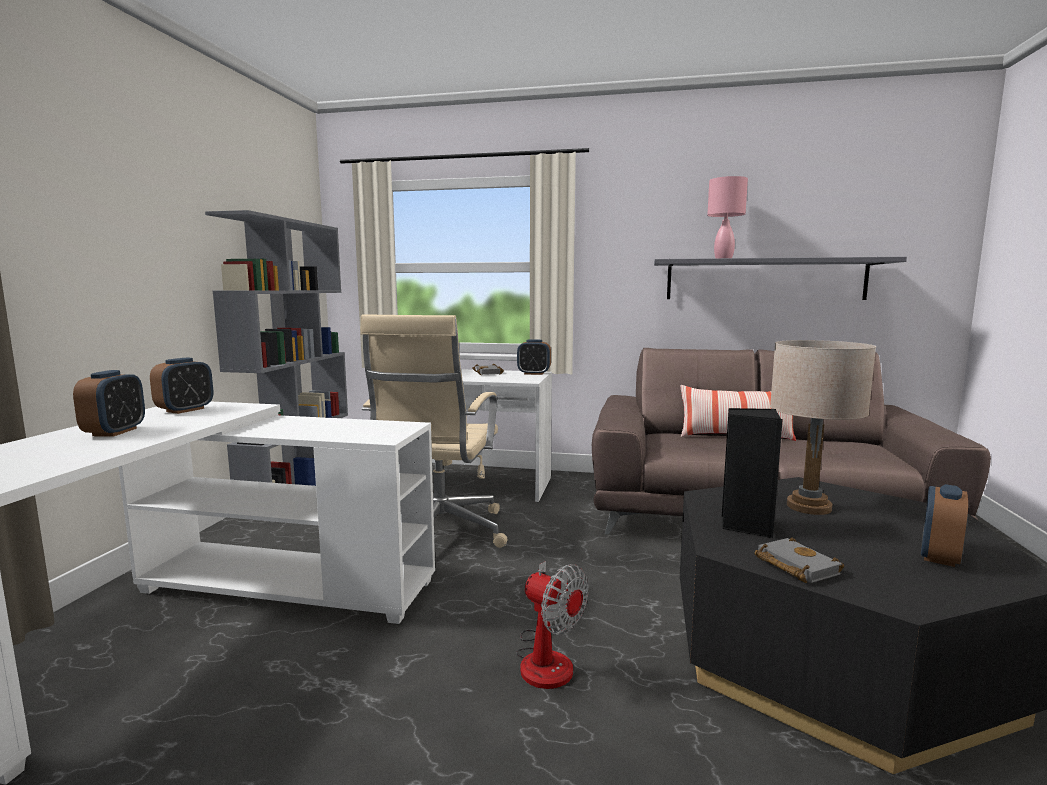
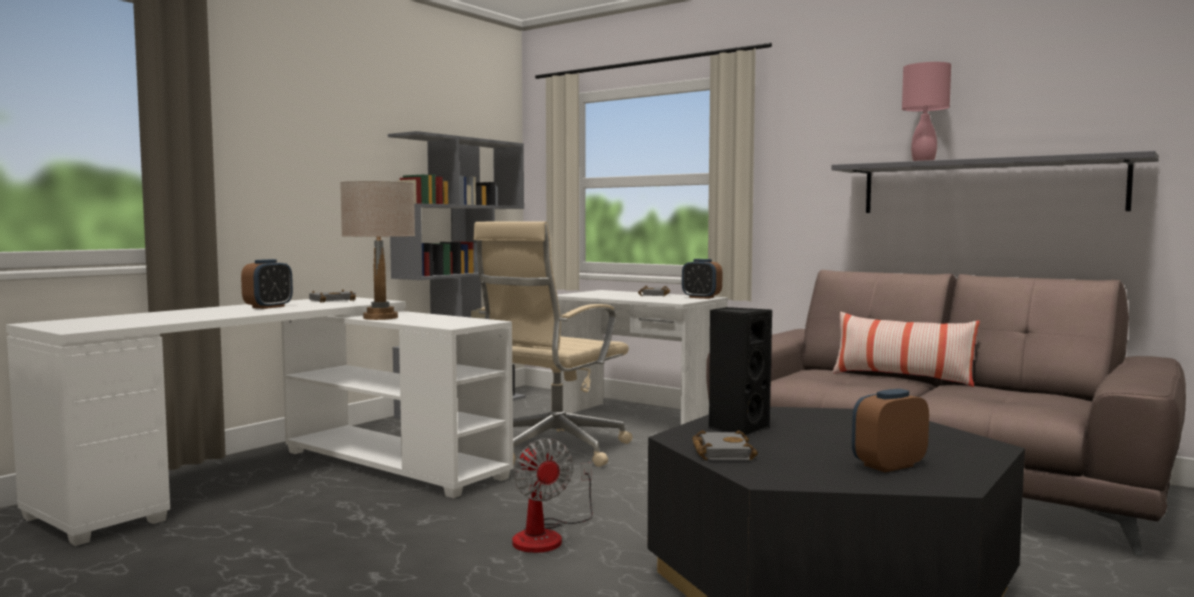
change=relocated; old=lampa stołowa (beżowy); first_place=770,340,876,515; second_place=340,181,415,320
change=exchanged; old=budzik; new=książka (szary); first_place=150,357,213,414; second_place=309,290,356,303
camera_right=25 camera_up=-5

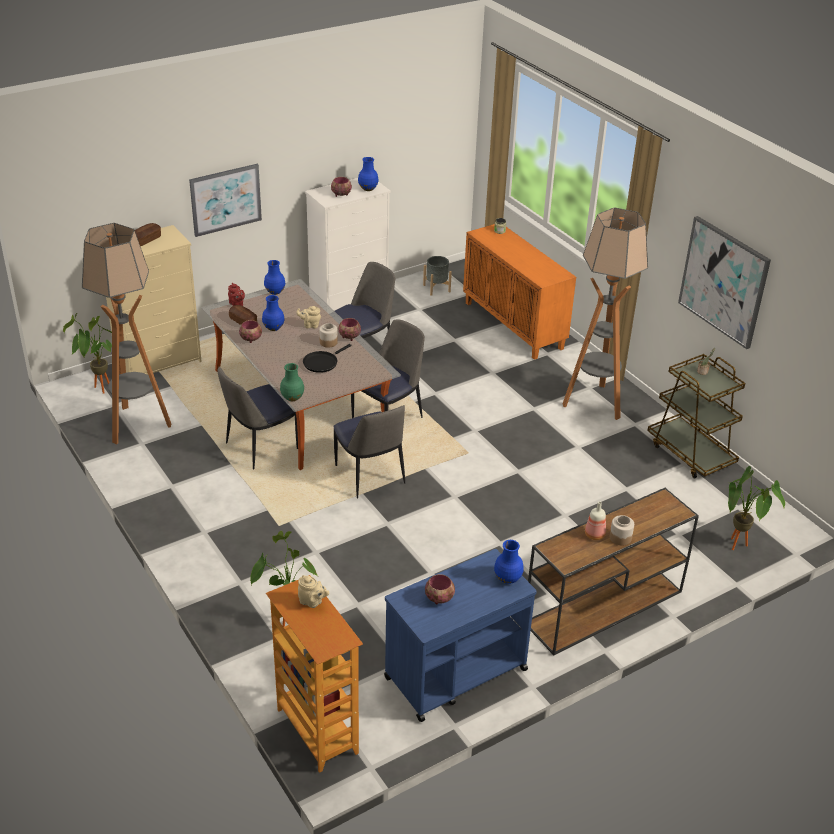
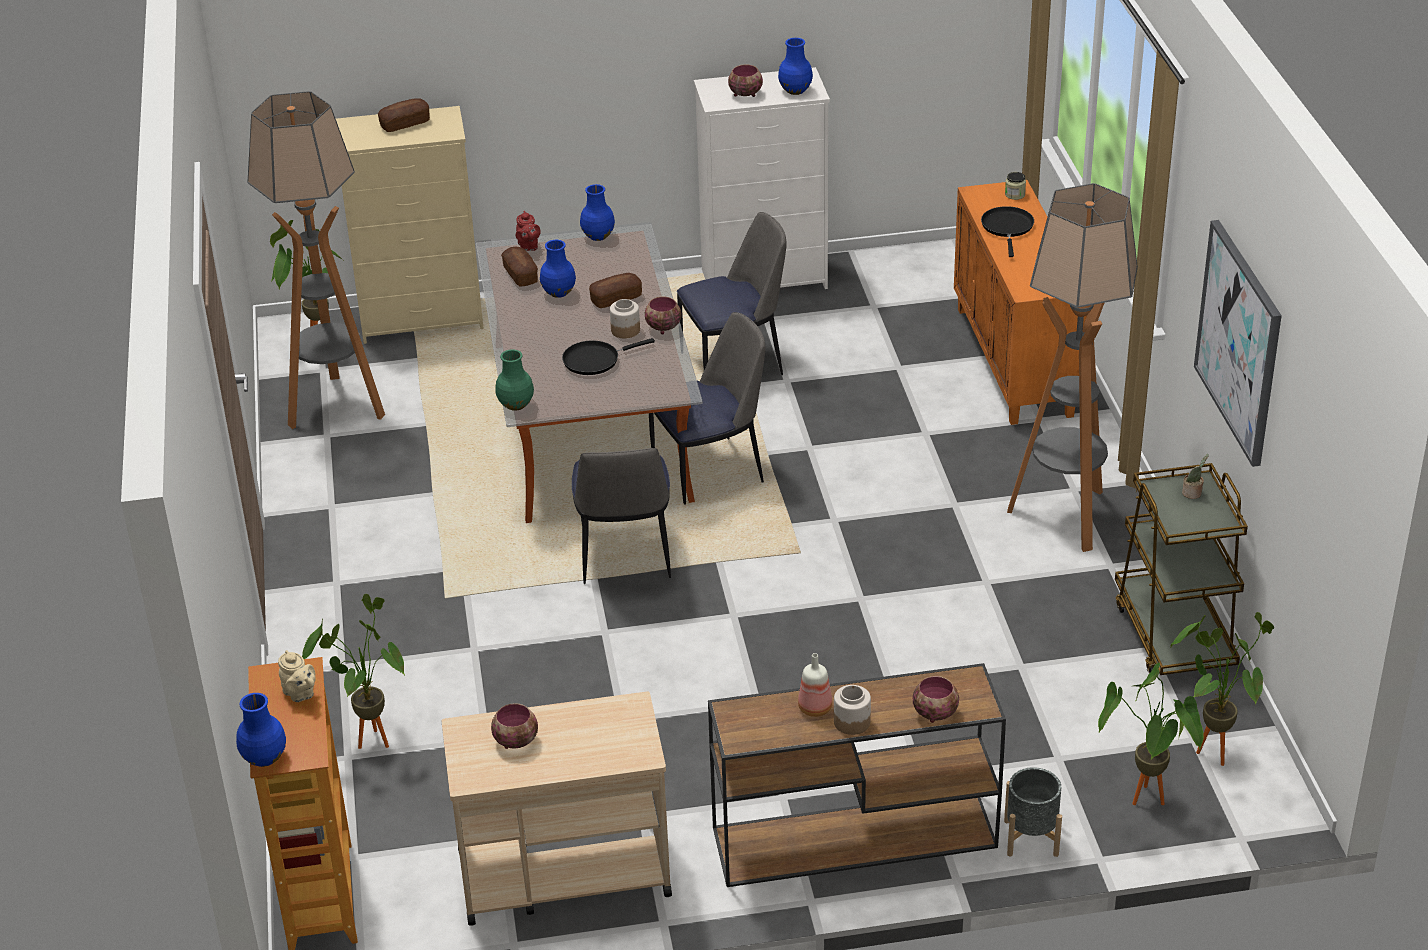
change=missing; old=obraz; first_place=189,164,262,237
change=missing; old=krzesło; first_place=217,367,298,469
change=appeared; new=patelnia (czarny); second_place=981,206,1034,257
change=appeared; new=roślina doniczkowa; second_place=1170,612,1274,766
change=relocated; old=miska; first_place=239,320,262,343; second_place=913,676,959,723
change=relocated; old=donica (szary); first_place=423,256,452,296; second_place=1004,767,1062,857
change=relocated; old=wazon (niebieski); first_place=494,540,523,584; second_place=236,693,286,767
change=exchanged; old=imbryk (beżowy); new=chleb; first_place=296,306,321,329; second_place=589,273,642,308
change=colour; old=wózek (niebieski); new=wózek (beżowy); first_place=384,549,537,722; second_place=442,692,672,926
camera_right=25 camera_up=0

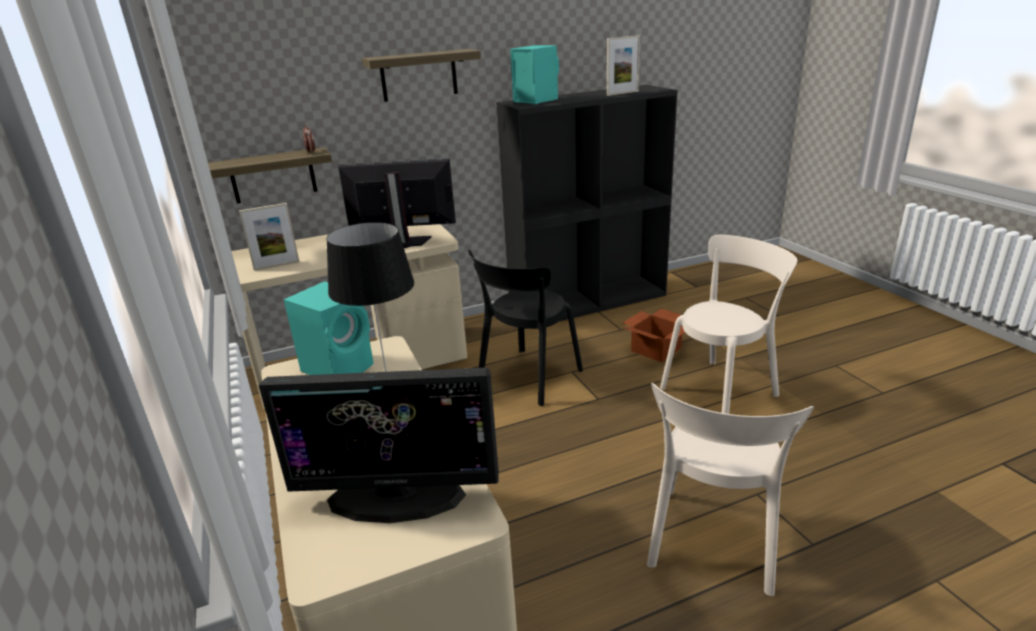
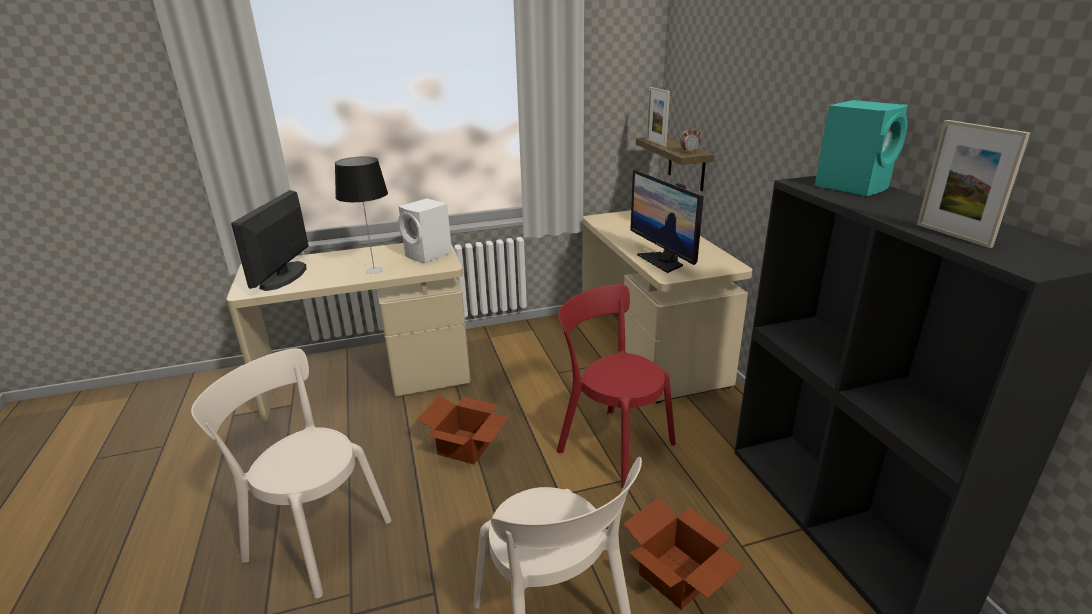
change=missing; old=półka; first_place=362,49,481,102
change=appeared; new=karton; second_place=417,395,509,464
change=relocated; old=ramka na zdjęcie; first_place=239,203,299,271; second_place=647,87,670,147
change=colour; old=głośnik (turkusowy); new=głośnik (biały); first_place=284,281,374,375; second_place=398,198,452,263
change=colour; old=krzesło (czarny); new=krzesło (czerwony); first_place=468,250,583,406; second_place=557,284,676,489
change=spun; old=monitor; first_place=338,158,456,248; second_place=630,169,704,273; degrees=150
camera_right=95 camera_up=0

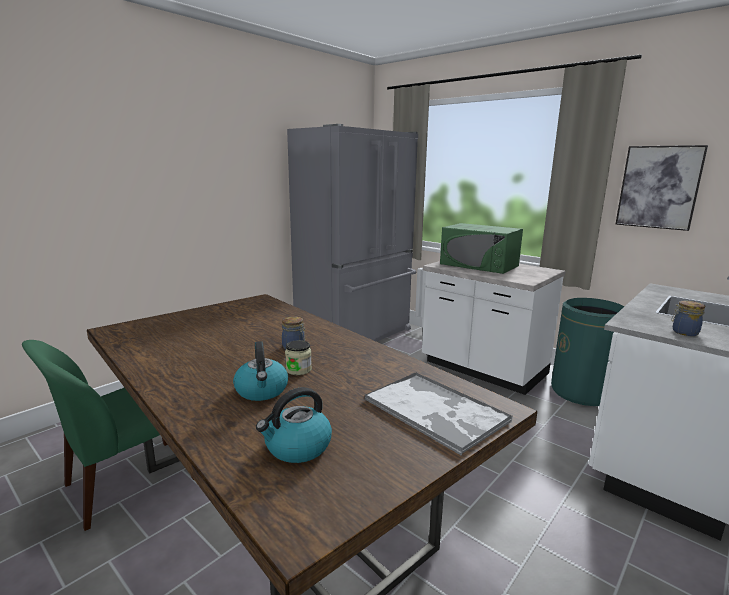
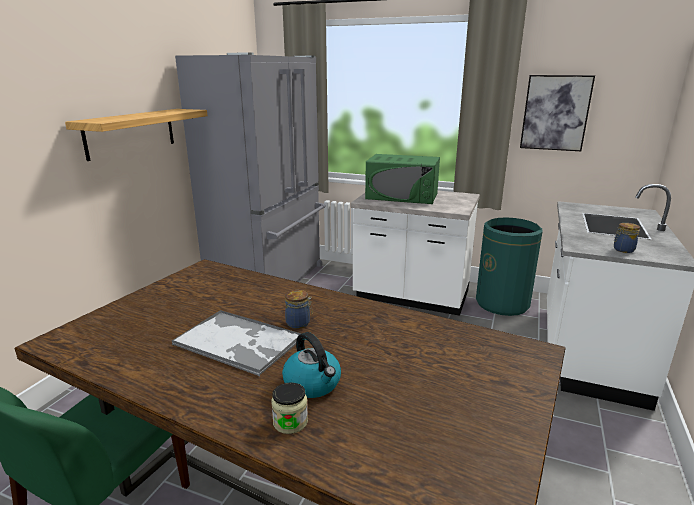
change=missing; old=czajnik; first_place=256,387,332,463
change=appeared; new=półka; second_place=65,109,207,161
change=relocated; old=słoik; first_place=285,340,312,375; second_place=272,382,308,434
change=relocated; old=taca; first_place=364,372,513,456; second_place=172,310,301,376
camera_right=-20 camera_up=5

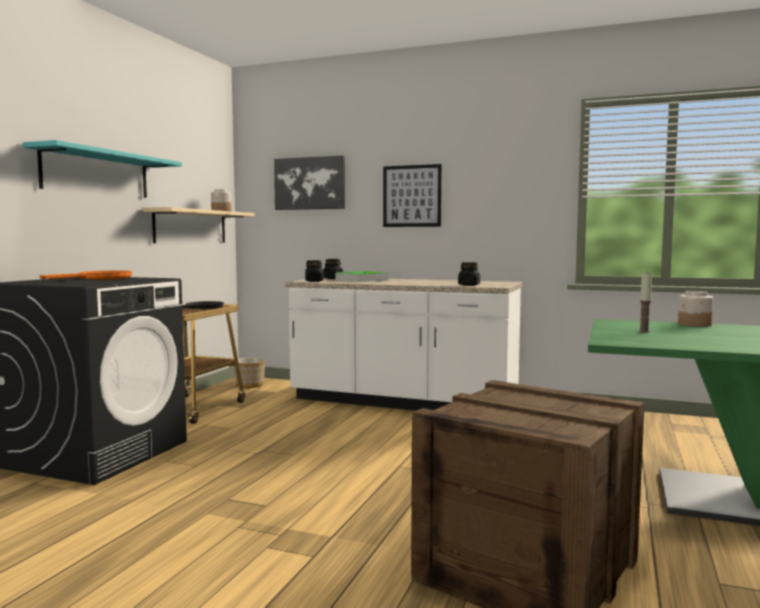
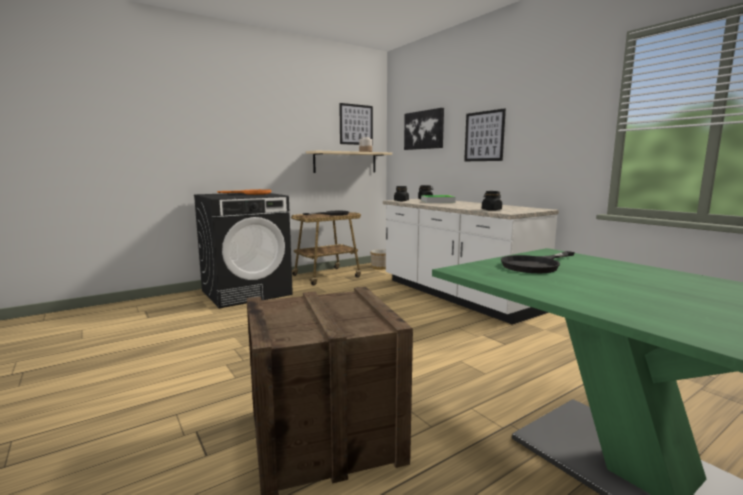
change=missing; old=półka (turkusowy); first_place=23,140,182,198
change=missing; old=słoik; first_place=678,291,713,327
change=appeared; new=obraz; second_place=339,103,373,145
change=exchanged; old=świeca; new=patelnia (czarny); first_place=639,273,652,333; second_place=501,251,575,273
camera_right=35 camera_up=5

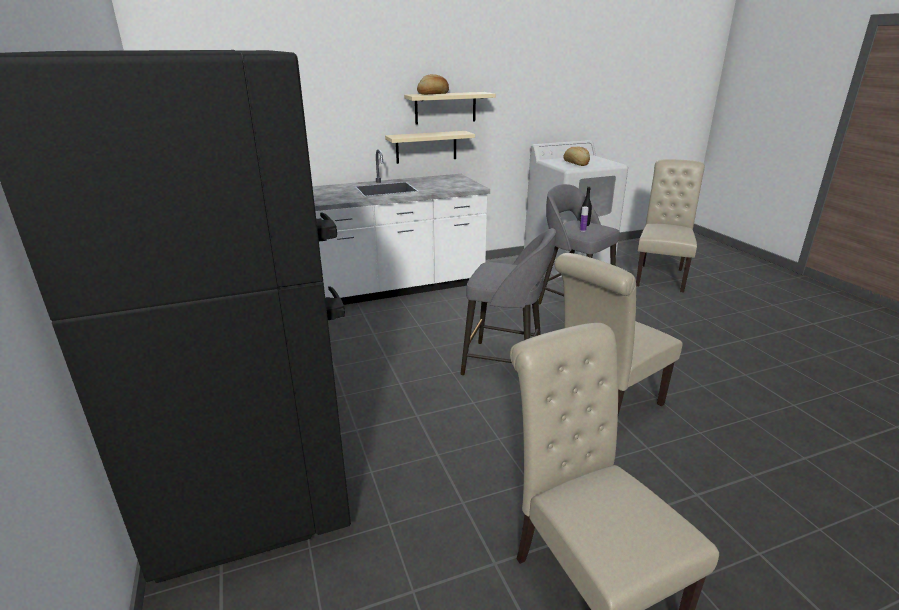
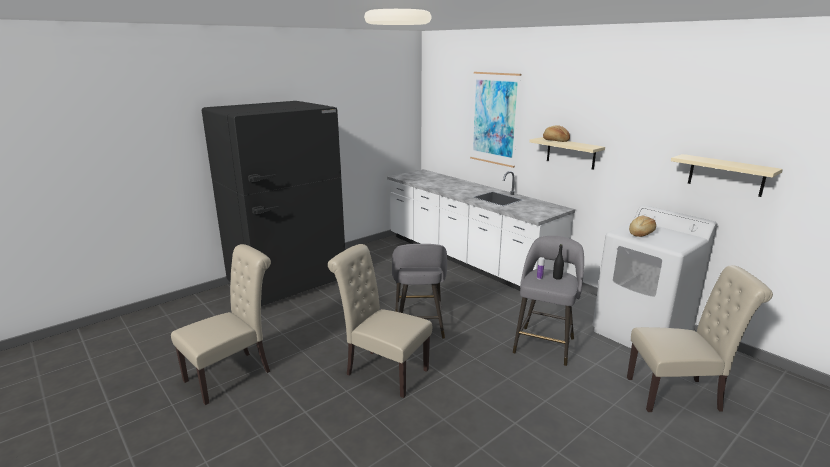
change=appeared; new=obraz; second_place=470,72,521,168
change=relocated; old=półka (beżowy); first_place=385,131,475,164; second_place=671,154,783,197
camera_right=70 camera_up=-5

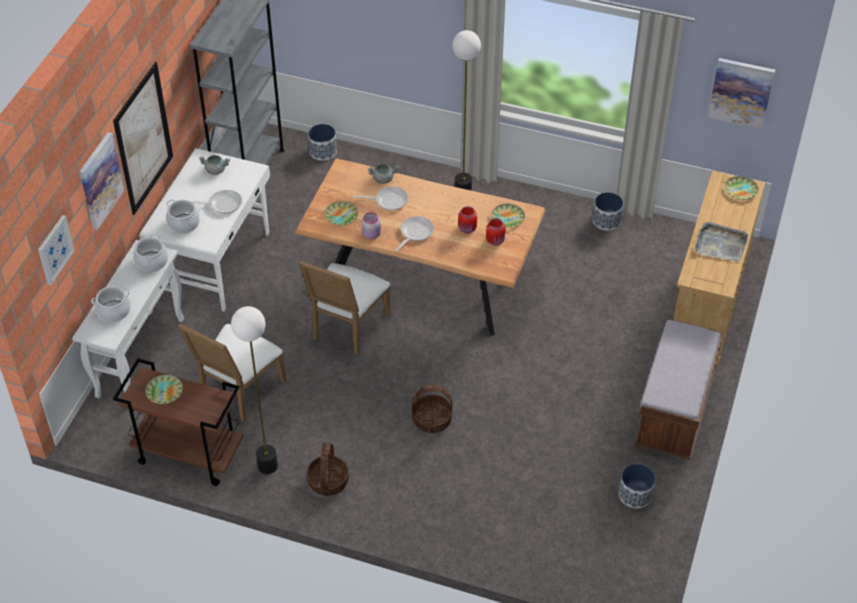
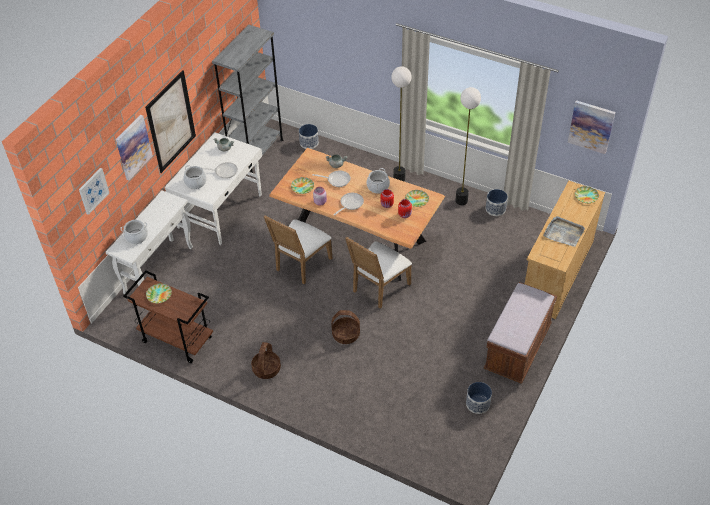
change=relocated; old=garnek; first_place=133,234,168,272; second_place=367,168,390,193
change=relocated; old=krzesło (biały); first_place=178,323,286,422; second_place=345,237,412,309
change=relocated; old=lampa stojąca; first_place=231,306,278,474; second_place=455,87,481,205
camera_right=10 camera_up=0

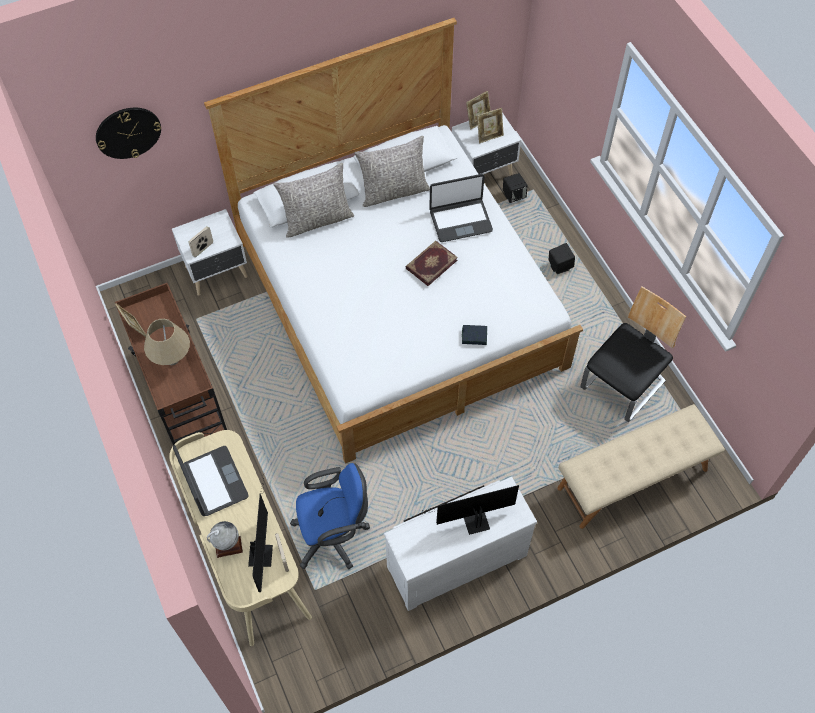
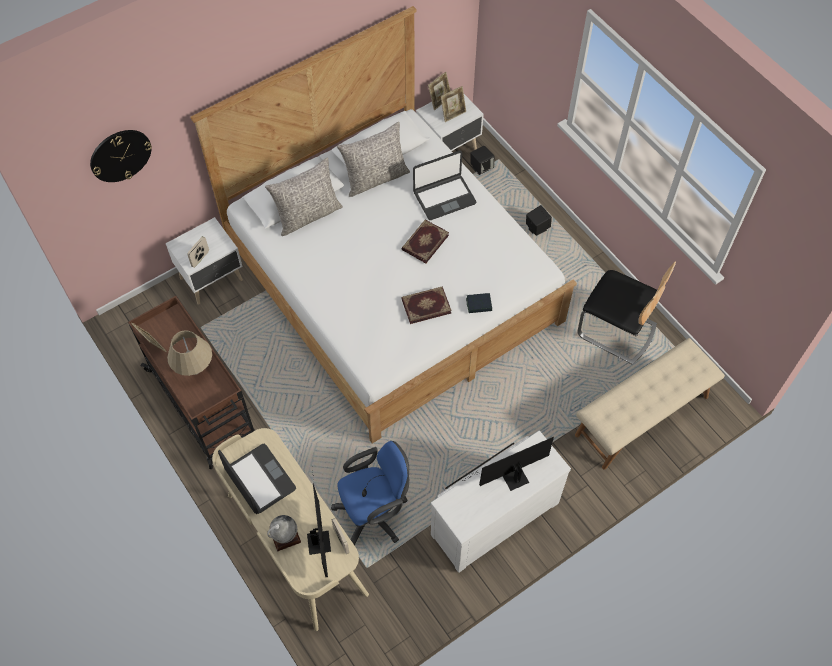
change=appeared; new=książka; second_place=401,287,452,324
change=spun; old=krzesło; first_place=580,287,686,422; second_place=577,262,676,365; degrees=90
camera_right=-10 camera_up=0

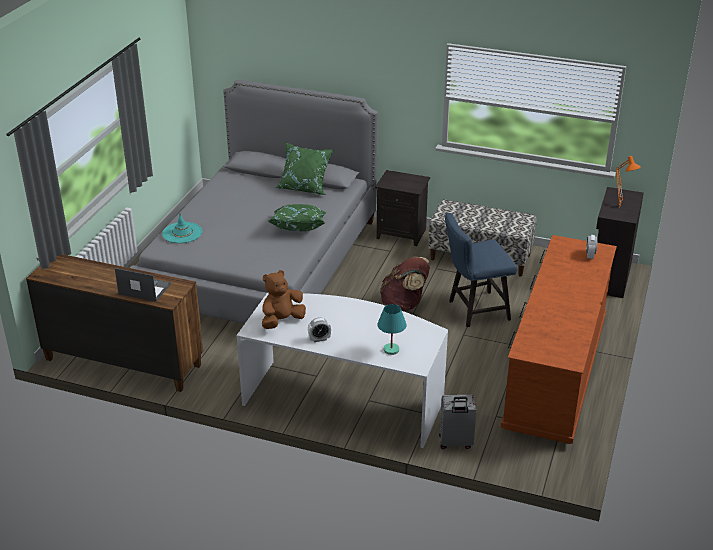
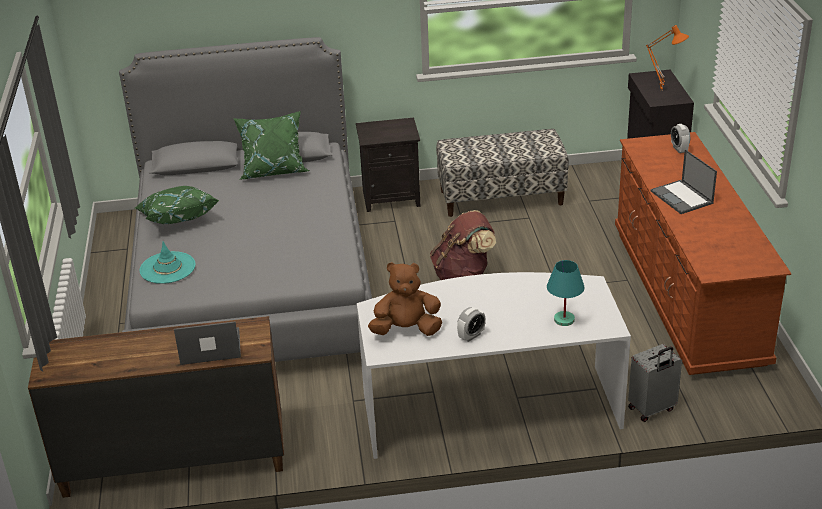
change=missing; old=krzesło (niebieski); first_place=445,213,517,327
change=appeared; new=laptop; second_place=651,149,717,214
change=relocated; old=poduszka (zielony); first_place=269,204,327,231; second_place=135,186,219,224
change=spun; old=pluszak (brązowy); first_place=262,270,306,329; second_place=368,262,442,336; degrees=60
camera_right=-25 camera_up=0

